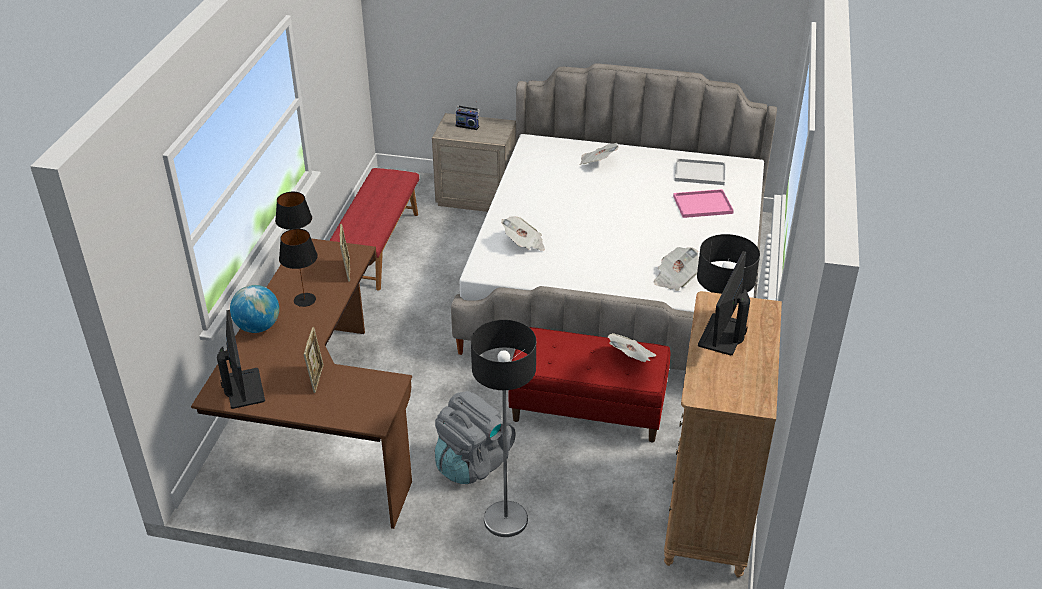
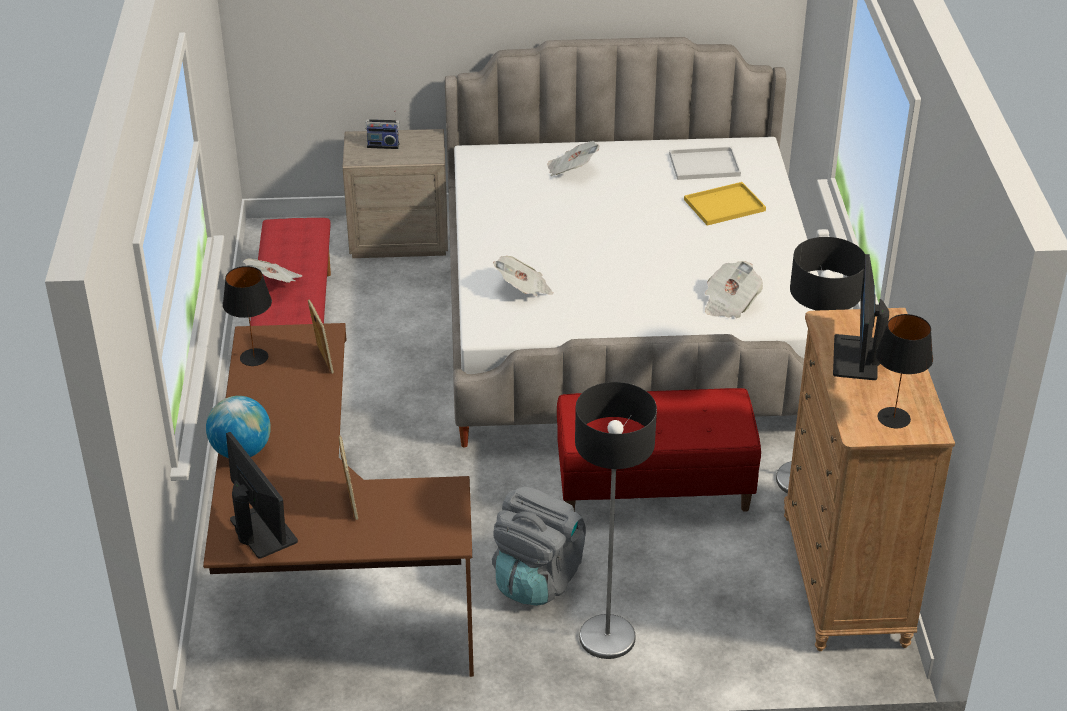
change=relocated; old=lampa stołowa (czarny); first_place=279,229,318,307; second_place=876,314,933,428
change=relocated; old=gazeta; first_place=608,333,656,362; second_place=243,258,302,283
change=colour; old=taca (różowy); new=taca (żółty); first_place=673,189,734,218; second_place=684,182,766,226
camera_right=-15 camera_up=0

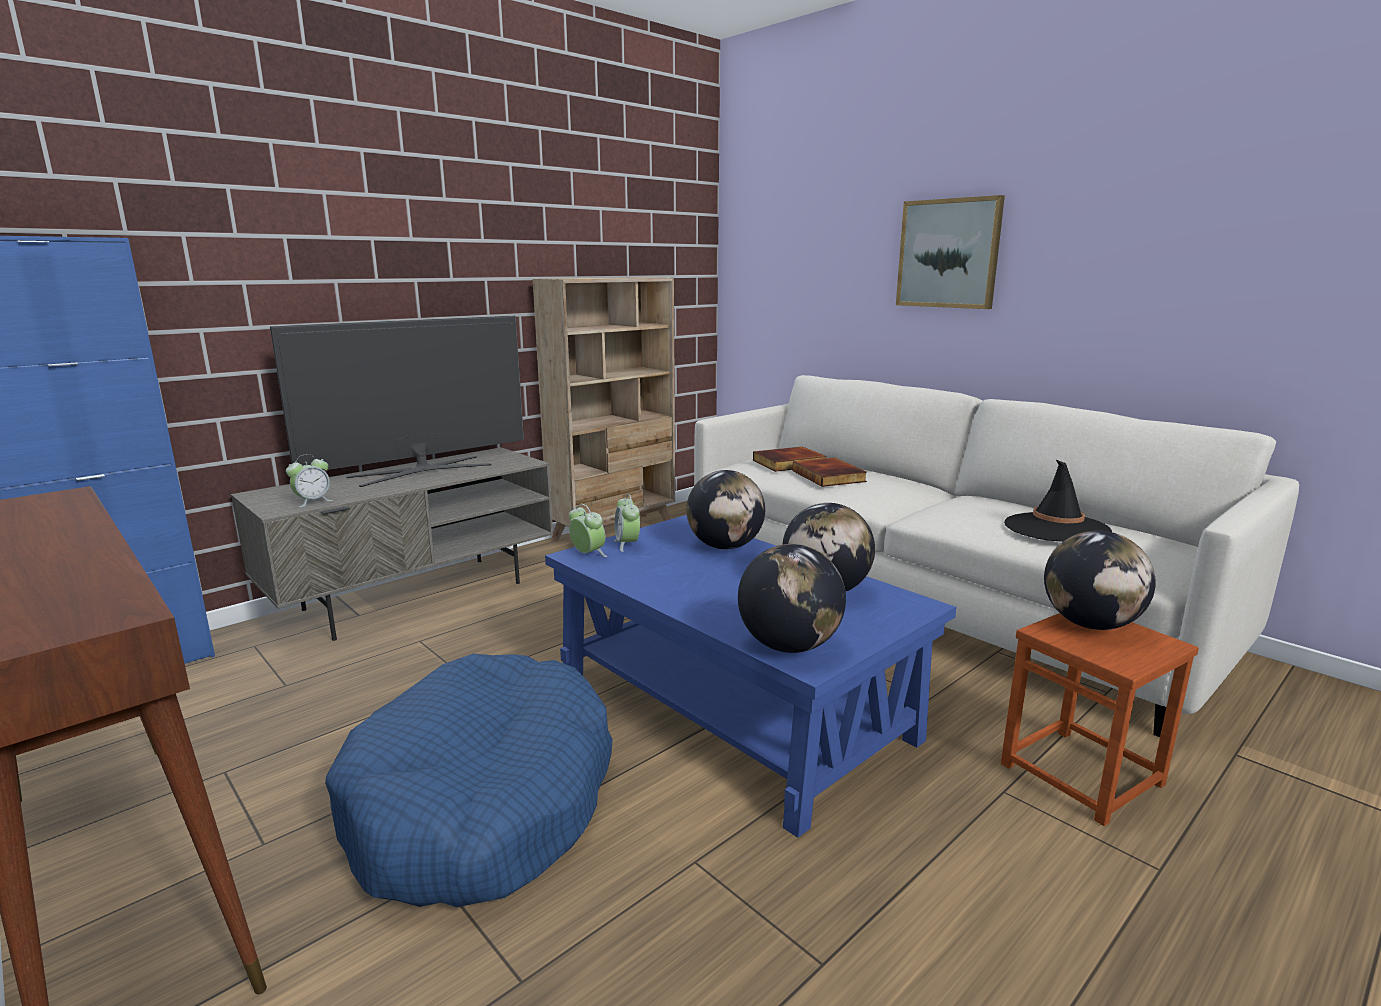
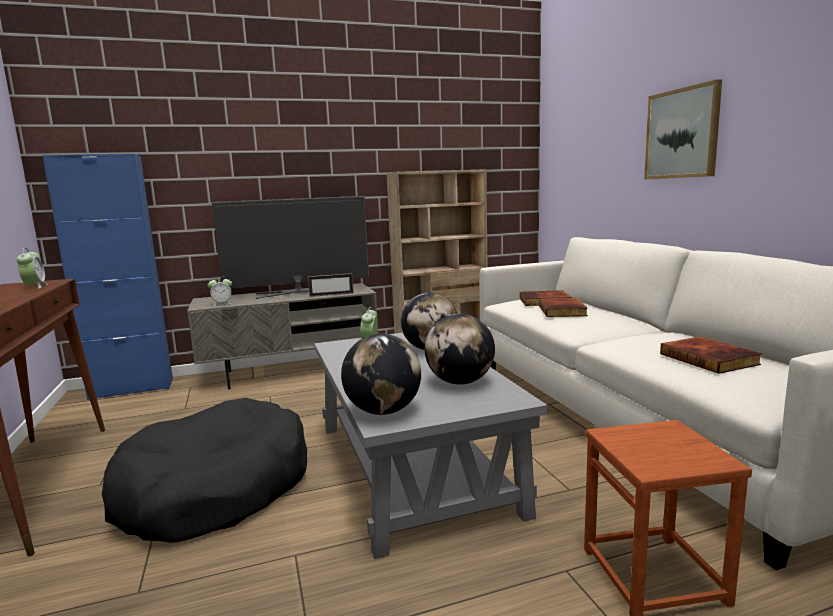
change=missing; old=globus; first_place=1044,531,1156,630
change=appeared; new=ramka na zdjęcie; second_place=308,273,354,297
change=relocated; old=budzik; first_place=569,503,607,557; second_place=17,248,48,289
change=exchanged; old=kapelusz (czarny); new=książka; first_place=1004,460,1112,542; second_place=660,336,762,374
change=colour; old=legowisko (niebieski); new=legowisko (czarny); first_place=325,654,613,907; second_place=102,398,307,543
change=colour; old=ława (niebieski); new=ława (szary); first_place=545,515,956,838; second_place=314,333,548,559
camera_right=25 camera_up=-5

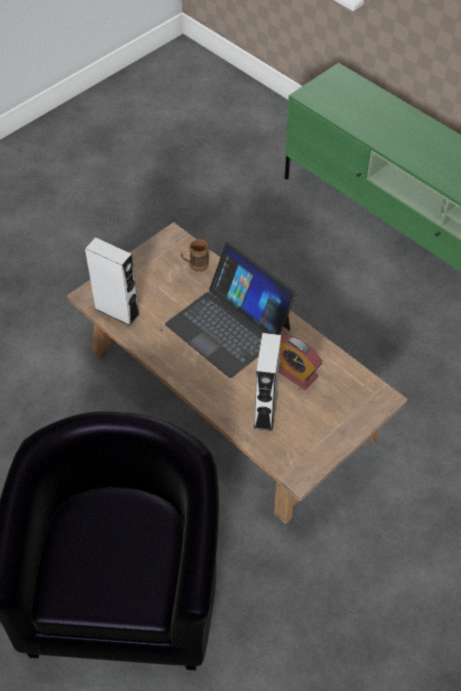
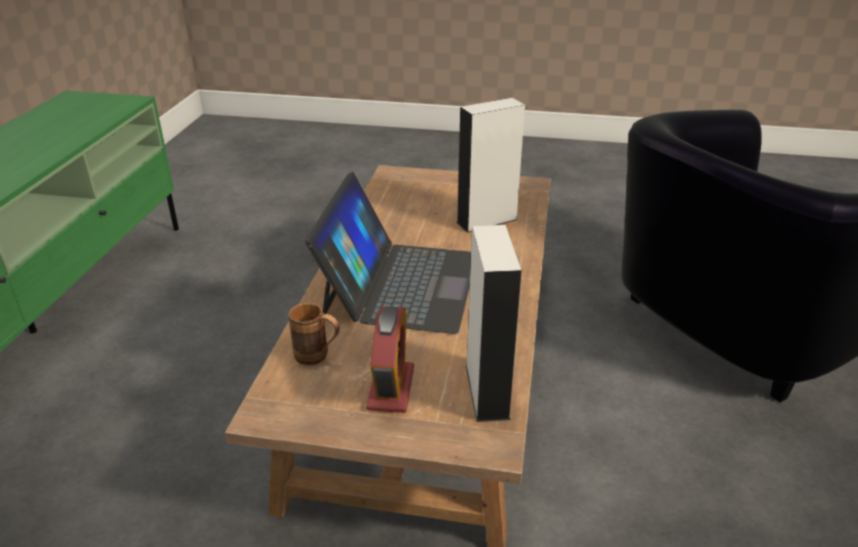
change=relocated; old=budzik; first_place=279,335,322,390; second_place=366,306,414,413
camera_right=-125 camera_up=-20

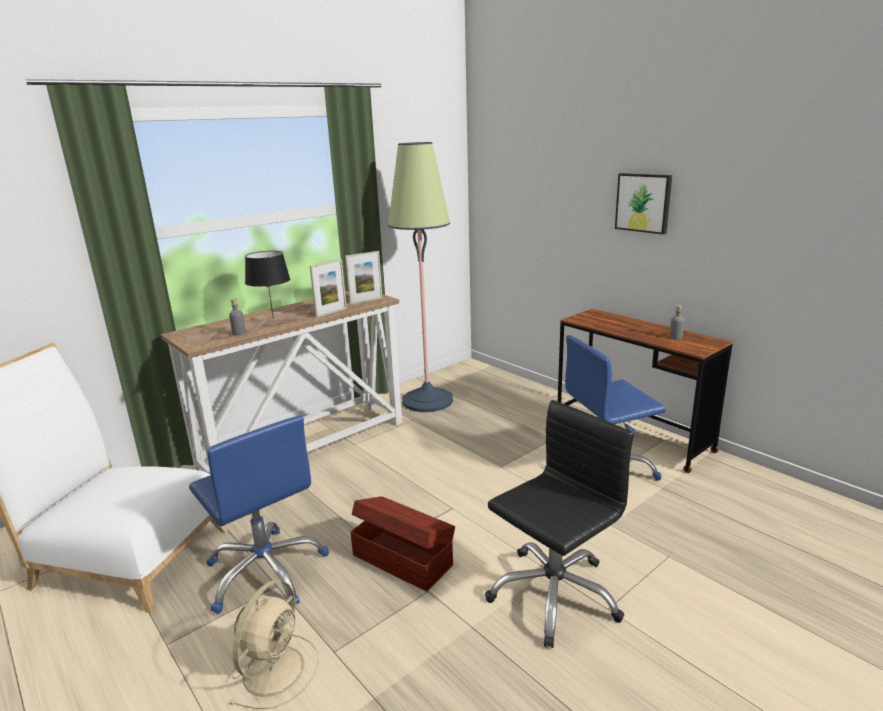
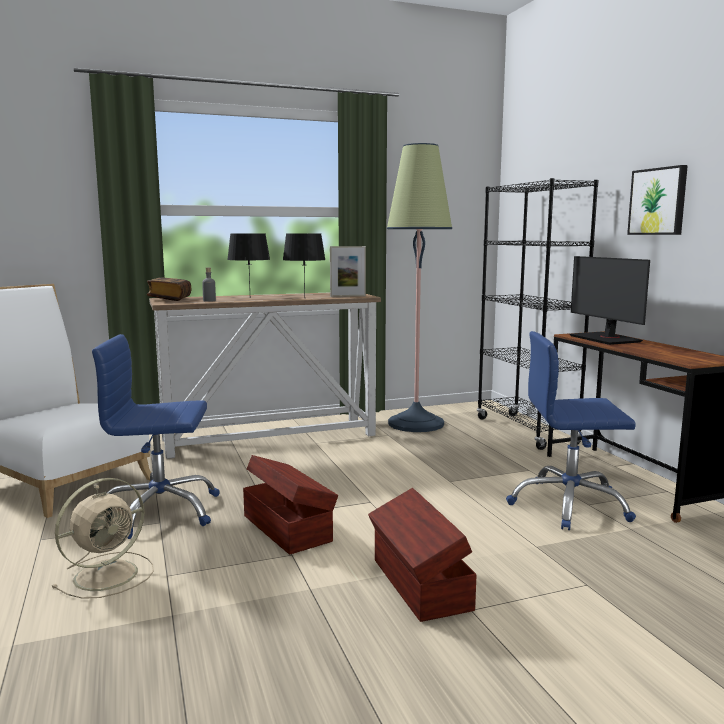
change=missing; old=butelka (szary); first_place=669,305,684,340
change=appeared; new=książka; second_place=147,277,191,301
change=appeared; new=regał (czarny); second_place=477,178,598,450
change=appeared; new=monitor; second_place=570,256,650,345
change=exchanged; old=ramka na zdjęcie; new=lampa stołowa (czarny); first_place=310,259,347,318; second_place=283,233,326,296
change=exchanged; old=krzesło biurowe (czarny); new=pojemnik do przechowywania (brązowy); first_place=485,400,634,648; second_place=368,488,477,622
change=spun; old=krzesło biurowe (niebieski); first_place=189,416,329,614; second_place=92,334,220,539; degrees=105
camera_right=20 camera_up=-10

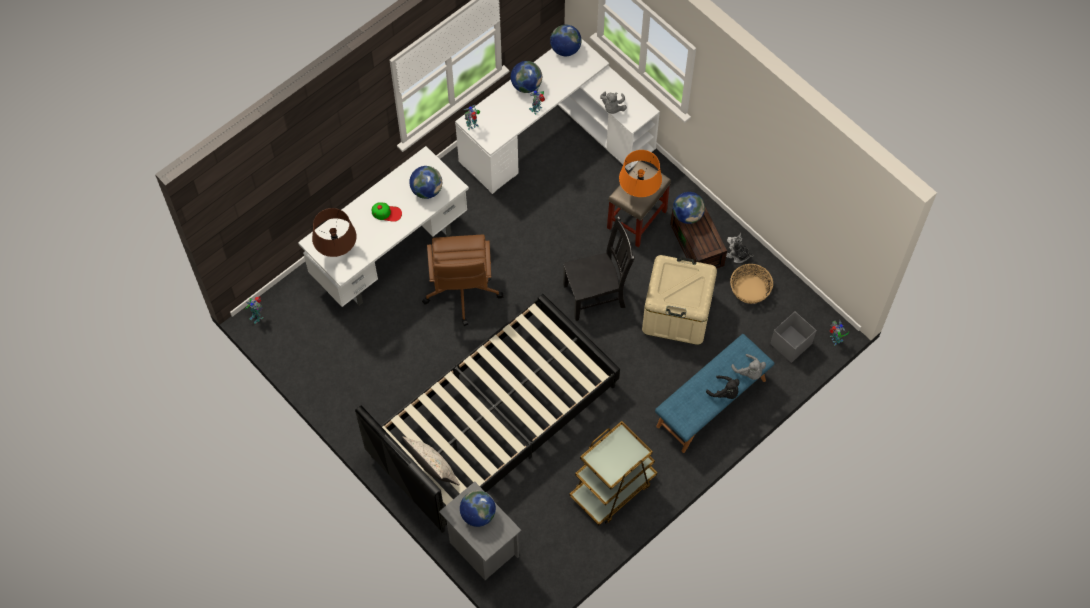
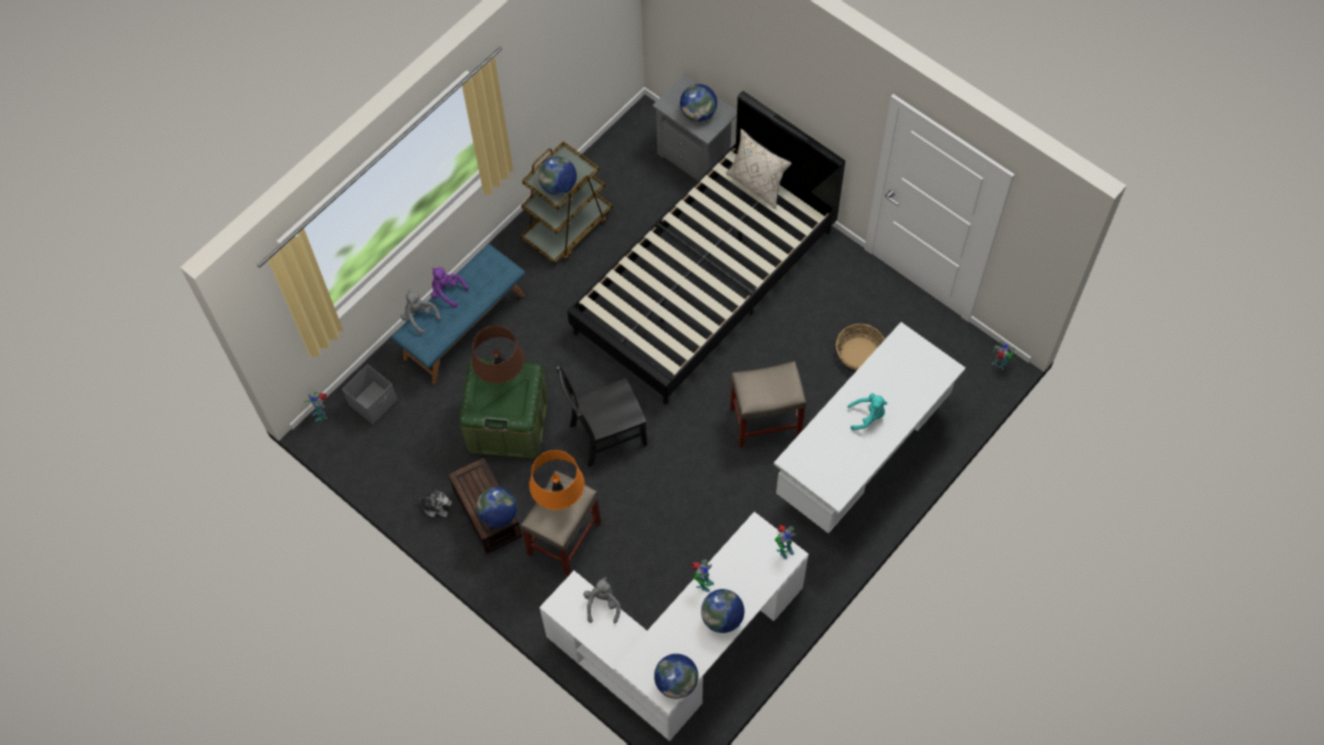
change=relocated; old=lampa stołowa (brązowy); first_place=312,208,357,257; second_place=471,326,524,384
change=relocated; old=globus; first_place=409,166,442,199; second_place=538,157,577,195
change=relocated; old=koszyk; first_place=730,264,773,304; second_place=836,324,885,370
change=exchanged; old=czapka z daszkiem; new=pluszak (turkusowy); first_place=372,202,402,222; second_place=847,393,887,430
change=exchanged; old=krzesło biurowe (brązowy); new=stołek (beżowy); first_place=422,234,504,326; second_place=730,361,806,448
change=colour; old=pojemnik do przechowywania (beżowy); new=pojemnik do przechowywania (zielony); first_place=642,255,717,345; second_place=459,358,548,459
change=colour; old=pluszak (czarny); new=pluszak (fioletowy); first_place=706,376,740,399; second_place=431,267,469,308
camera_right=175 camera_up=0

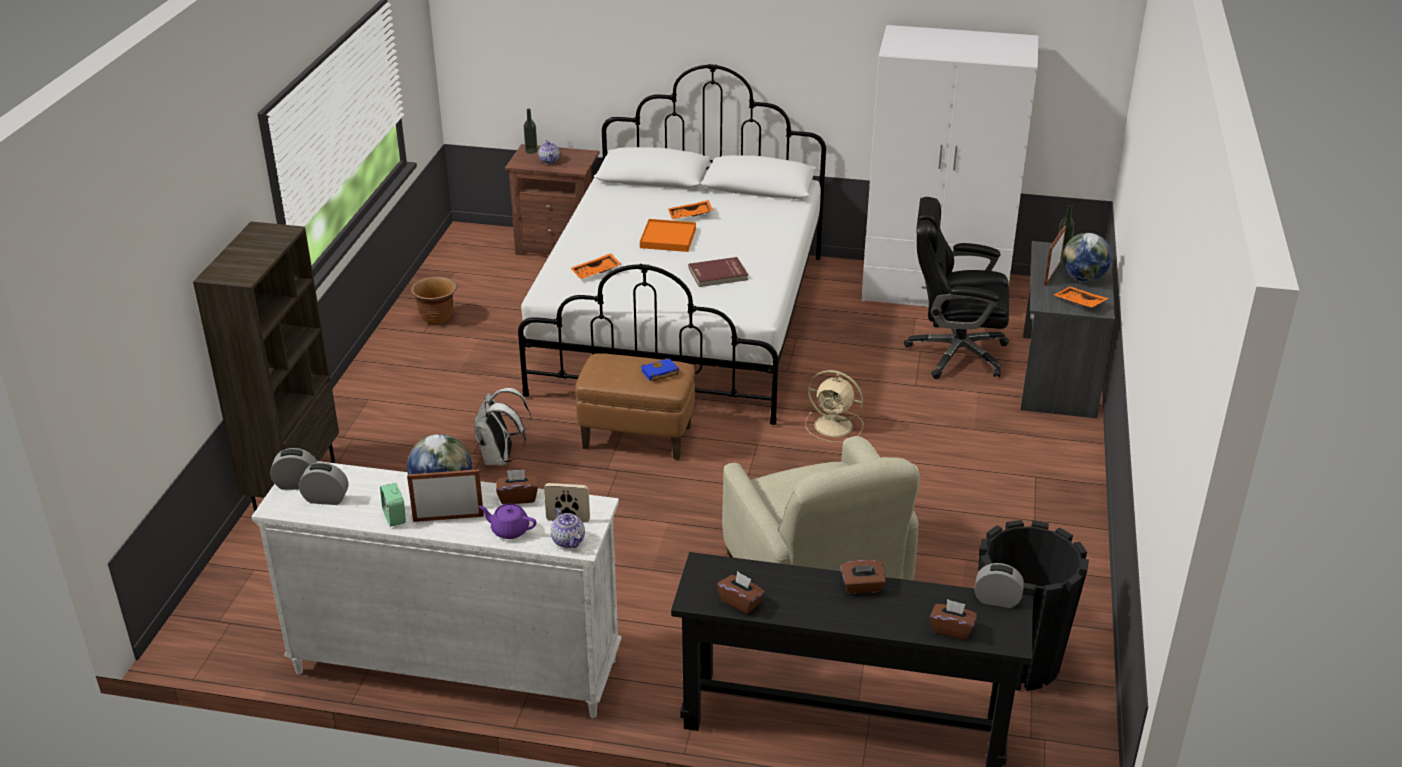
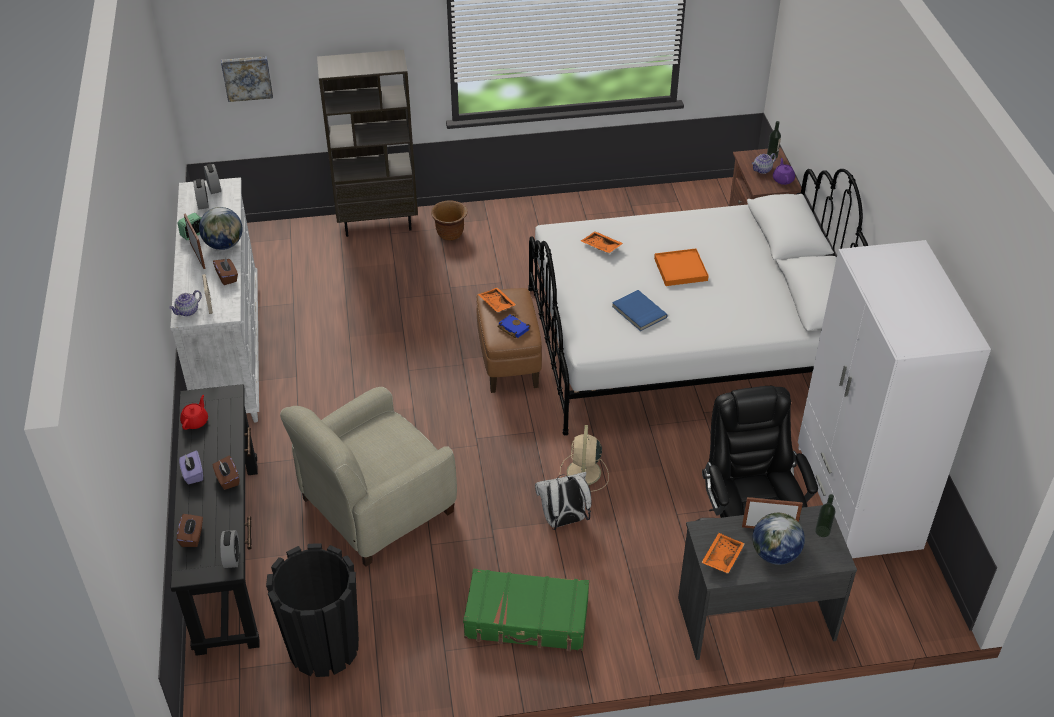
change=appeared; new=pudełko chusteczek (fioletowy); second_place=179,451,203,484
change=appeared; new=obraz; second_place=221,56,273,102
change=appeared; new=walizka (zielony); second_place=463,569,589,651
change=relocated; old=donica (brązowy); first_place=411,277,457,325; second_place=431,201,467,241
change=relocated; old=plecak (biały); first_place=474,388,531,466; second_place=535,472,591,530
change=relocated; old=imbryk (fioletowy); first_place=478,503,537,539; second_place=773,158,795,185
change=relocated; old=taca (pomarańczowy); first_place=668,200,713,219; second_place=478,287,516,312
change=exchanged; old=pudełko chusteczek (brązowy); new=imbryk (czerwony); first_place=717,571,765,614; second_place=180,395,208,430
change=colour; old=książka (czerwony); new=książka (niebieski); first_place=689,257,748,287; second_place=612,290,668,331
camera_right=70 camera_up=10

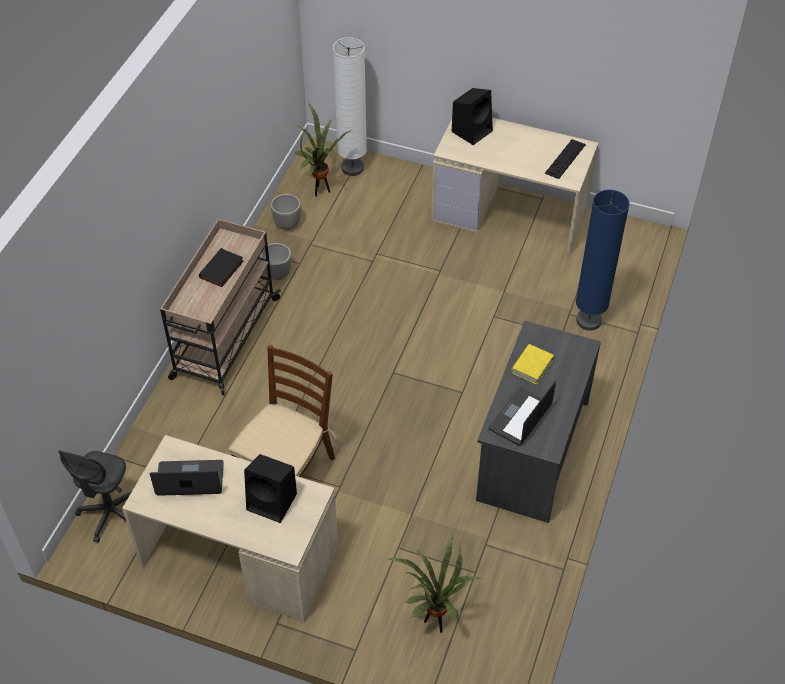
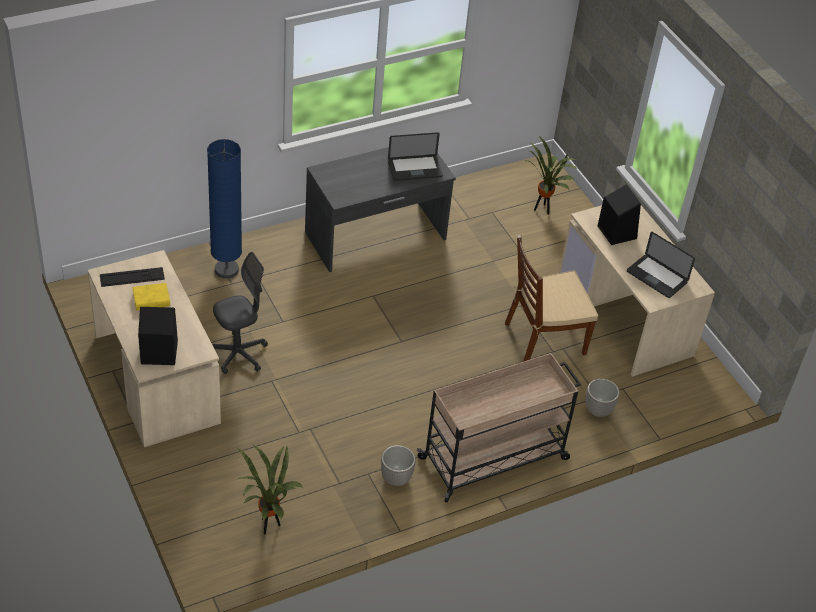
change=missing; old=książka (czarny); first_place=199,248,244,287
change=missing; old=lampa stojąca (biały); first_place=332,37,367,176
change=relocated; old=krzesło biurowe (szary); first_place=58,450,132,543; second_place=212,252,268,374
change=relocated; old=donica; first_place=271,194,301,230; second_place=586,379,619,417
change=relocated; old=książka (żółty); first_place=511,344,554,385; second_place=133,283,170,311
camera_right=-140 camera_up=-5

